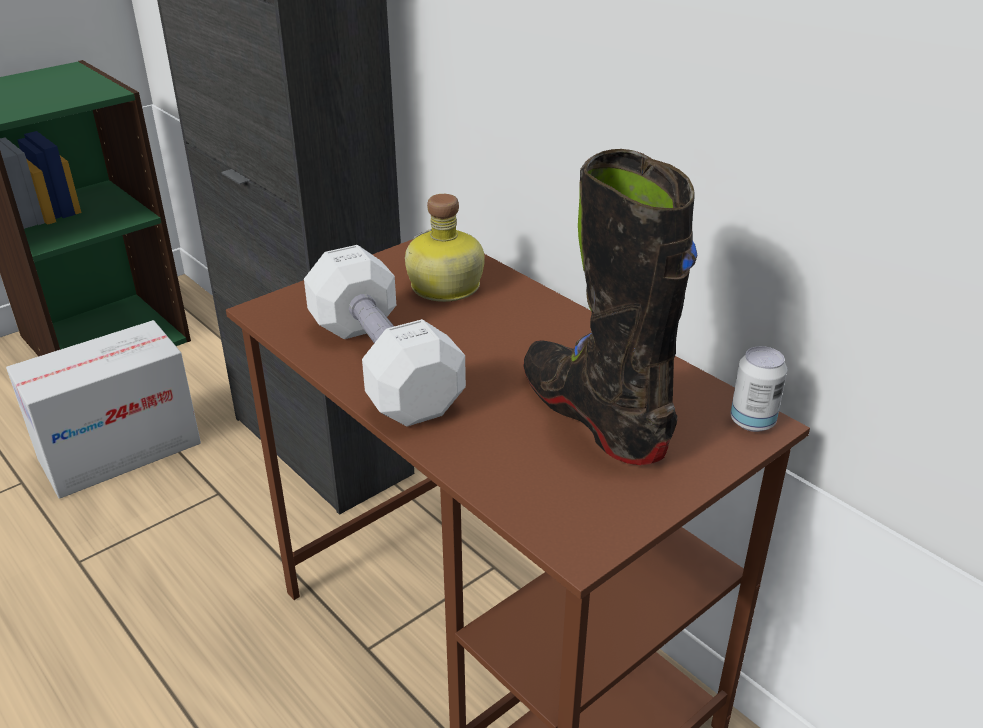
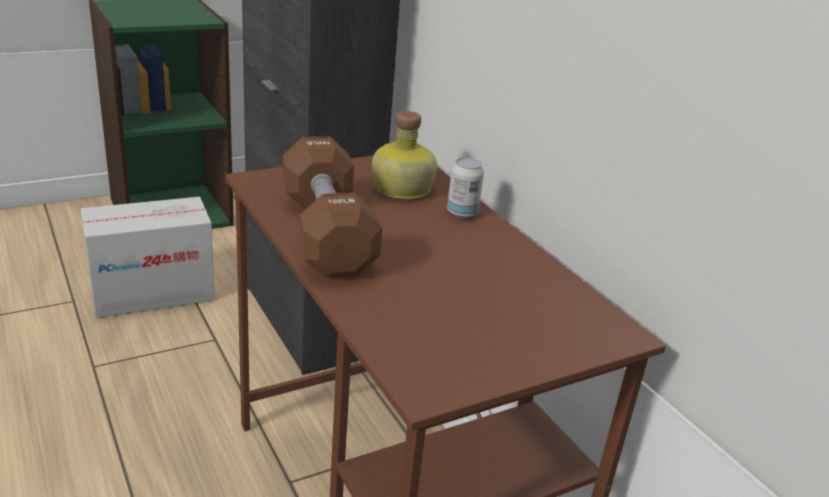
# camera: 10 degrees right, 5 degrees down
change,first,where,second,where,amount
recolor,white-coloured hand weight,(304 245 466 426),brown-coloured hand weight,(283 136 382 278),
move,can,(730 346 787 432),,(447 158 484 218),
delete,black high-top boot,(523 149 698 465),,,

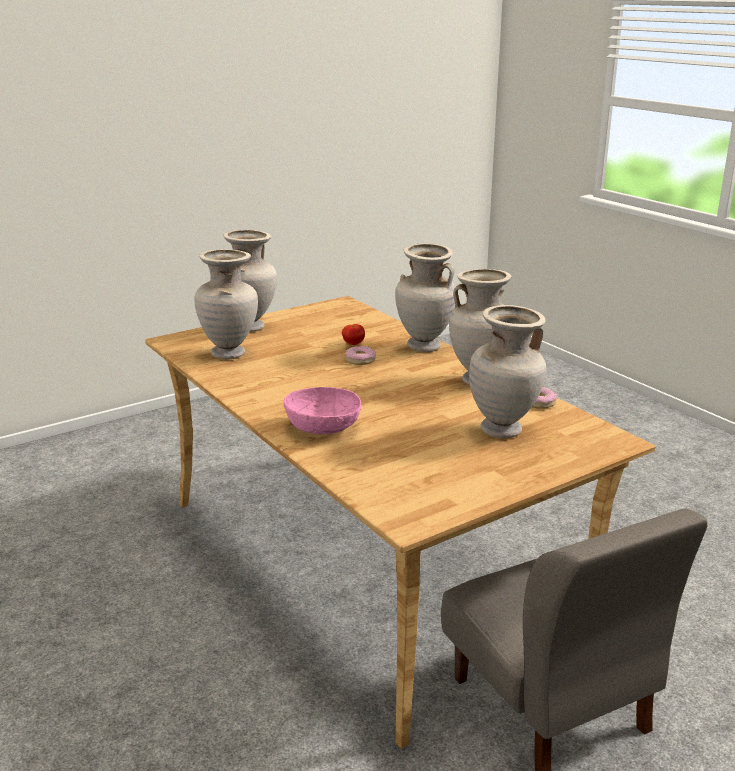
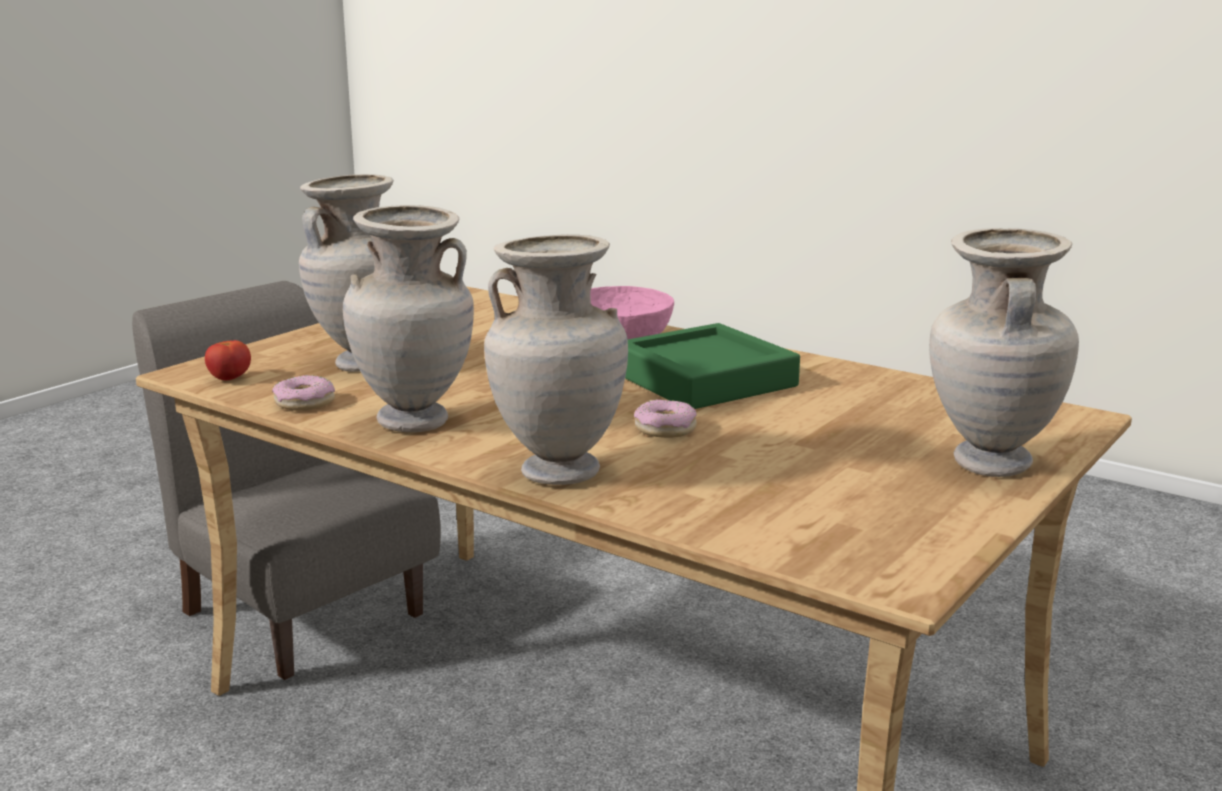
# camera: 160 degrees right, 5 degrees down
change,first,where,second,where,amount
move,fresh tomato,(342 324 365 345),,(205 340 251 380),
insert,,,green serving tray,(625 323 800 409),
delete,beige flower vase,(194 249 258 359),,,

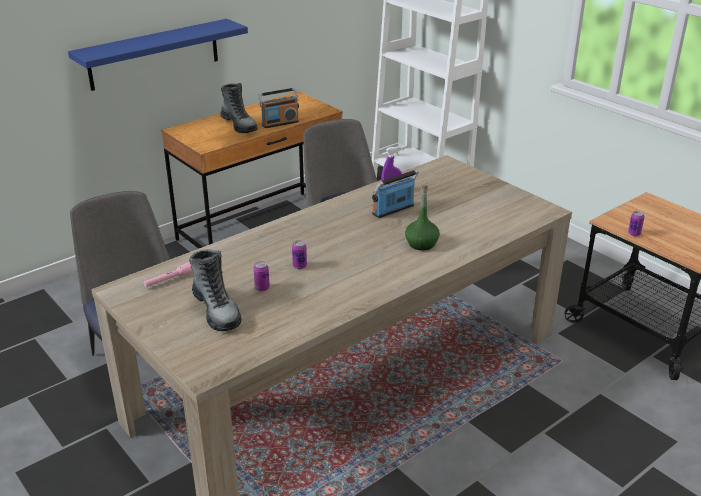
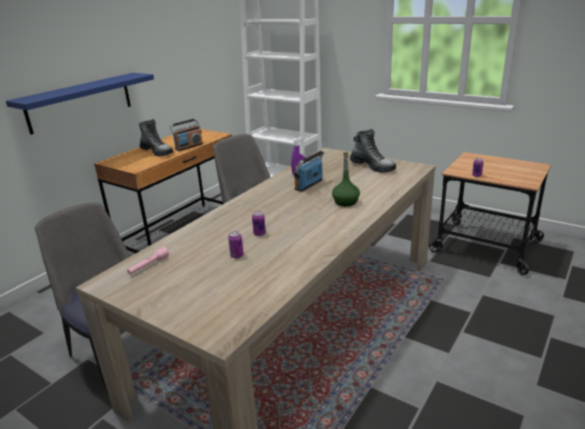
# camera: 15 degrees left, 5 degrees down
change,first,where,second,where,amount
move,high-top boot,(189 249 242 331),,(350 129 396 173),

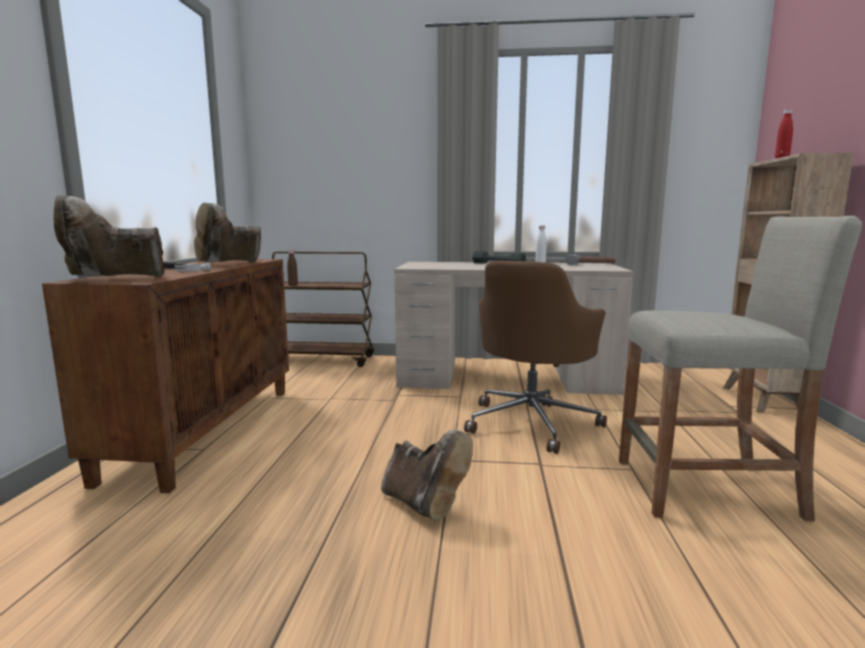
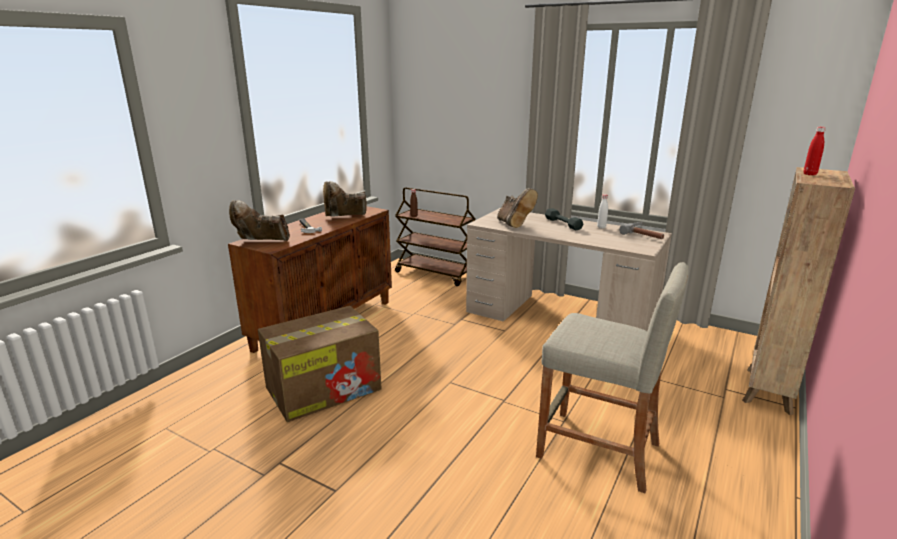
# camera: 25 degrees right, 10 degrees up
change,first,where,second,where,amount
insert,,,packing box,(258 306 382 422),
move,brown-coloured high-top boot,(381 430 473 520),,(497 188 538 228),
delete,brown-coloured office chair,(464 261 607 454),,,

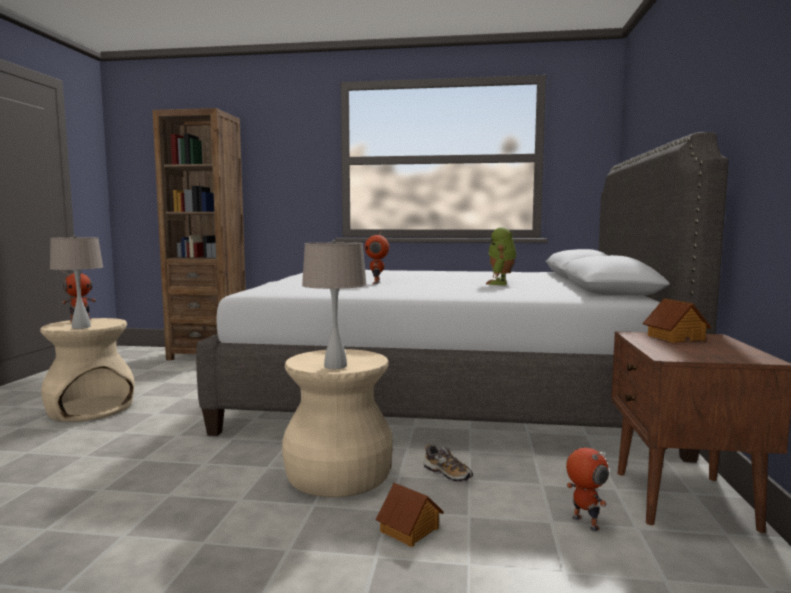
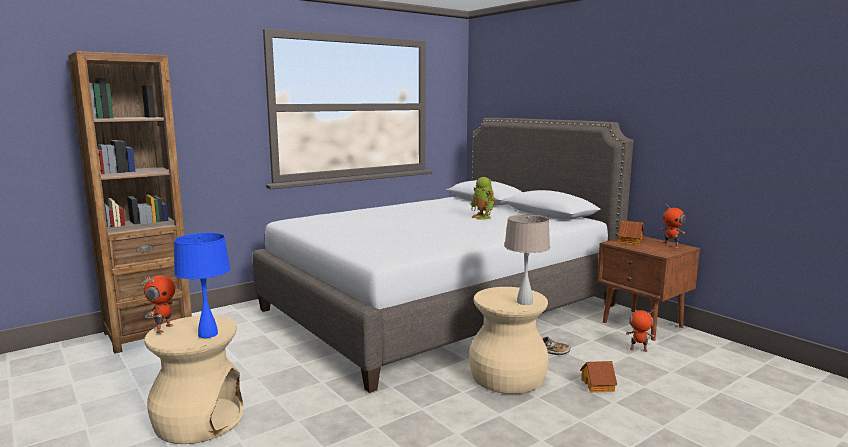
# camera: 45 degrees left, 5 degrees up
change,first,where,second,where,amount
recolor,beige lamp for a table,(50 235 103 329),blue-coloured lamp for a table,(174 233 230 338),
move,toy robot,(365 231 389 284),,(661 203 686 248),

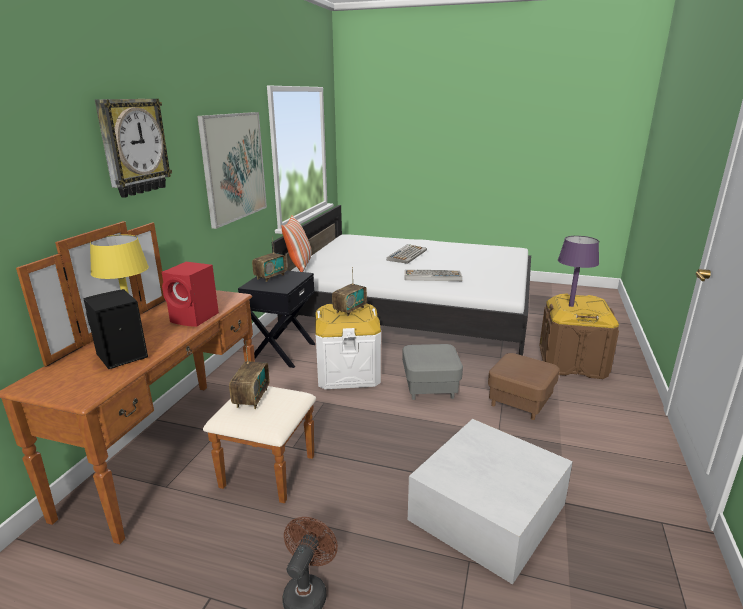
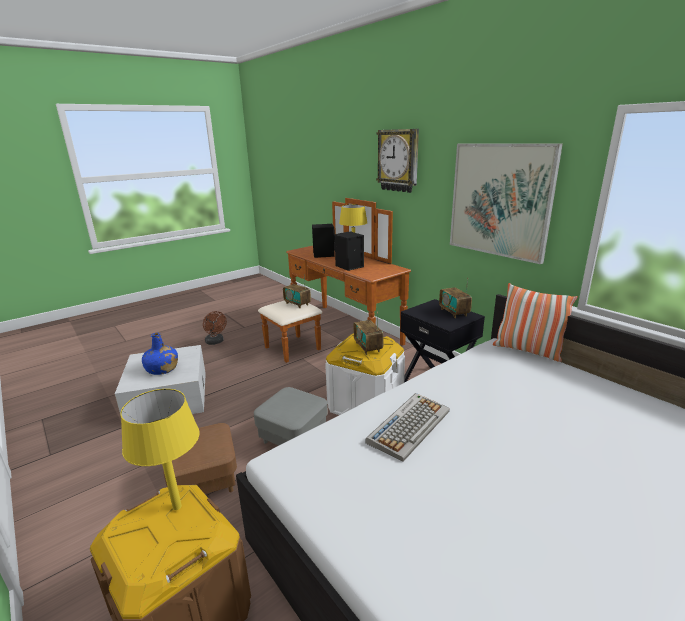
# camera: 125 degrees right, 0 degrees up
change,first,where,second,where,amount
recolor,purple lamp for a table,(558 236 599 307),yellowish lamp for a table,(121 389 199 510),
insert,,,blue-coloured beverage bottle,(142 333 178 375),
recolor,red-coloured audio speaker,(162 262 219 327),black audio speaker,(334 232 364 271),
delete,keyboard,(387 244 427 264),,,

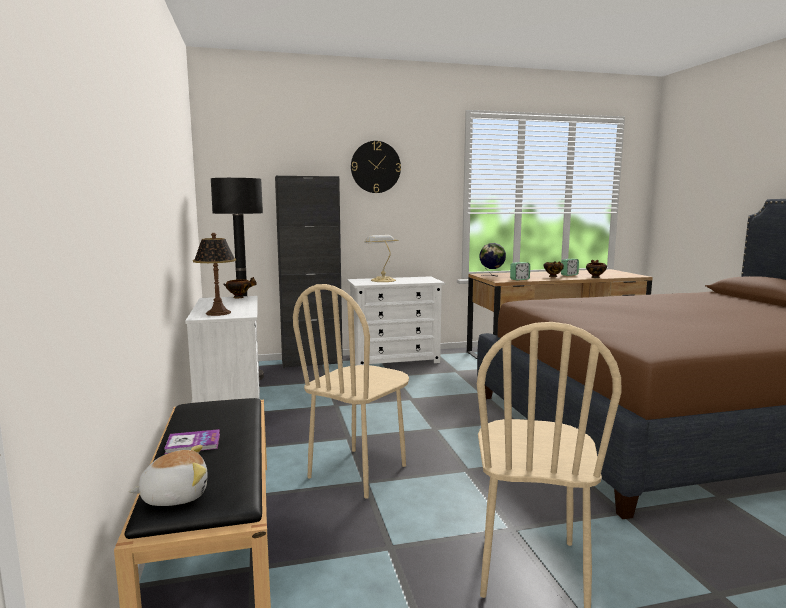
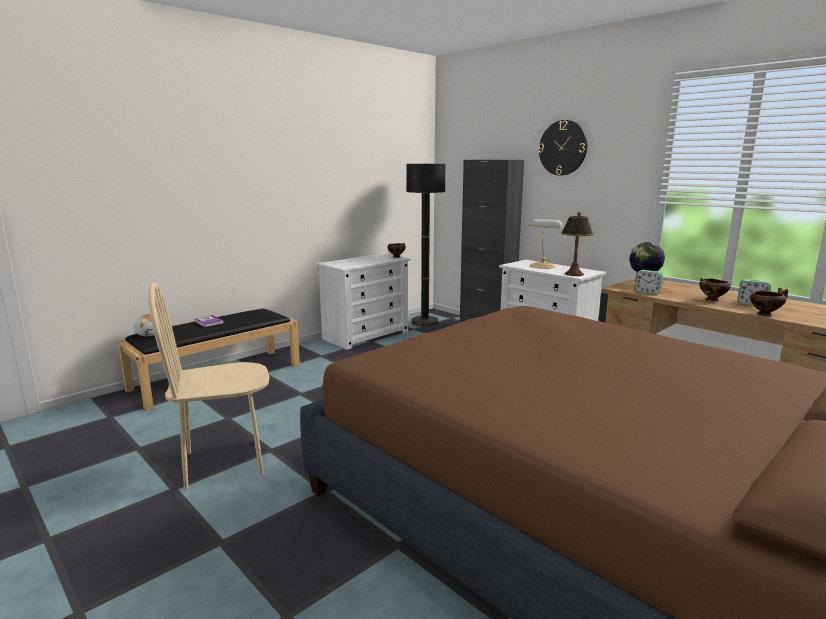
# camera: 60 degrees right, 5 degrees up
change,first,where,second,where,amount
move,lamp for a table,(193 233 236 316),,(561 212 594 276),
delete,beige chair,(293 284 409 499),,,

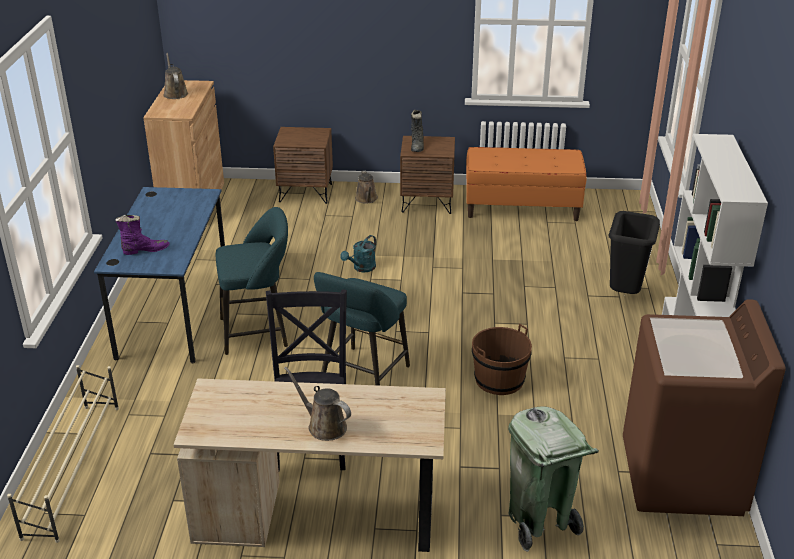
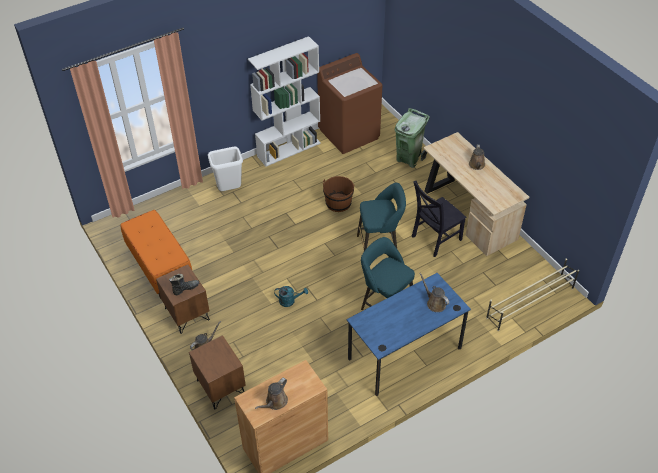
# camera: 125 degrees left, 15 degrees up
change,first,where,second,where,amount
recolor,black trash can,(608 211 660 294),white-coloured trash can,(208 146 243 191),
replace,purple high-top boot,(115 215 169 255),brown-coloured watering can,(419 273 449 312),

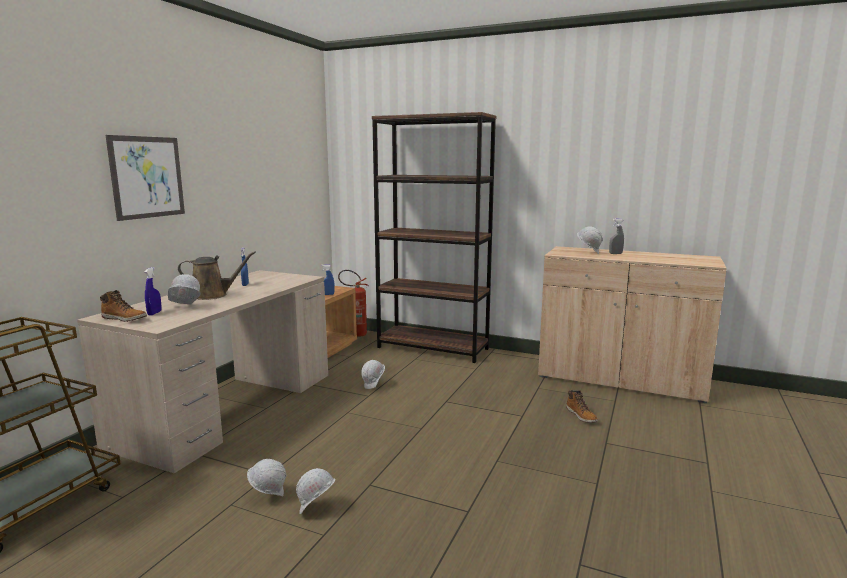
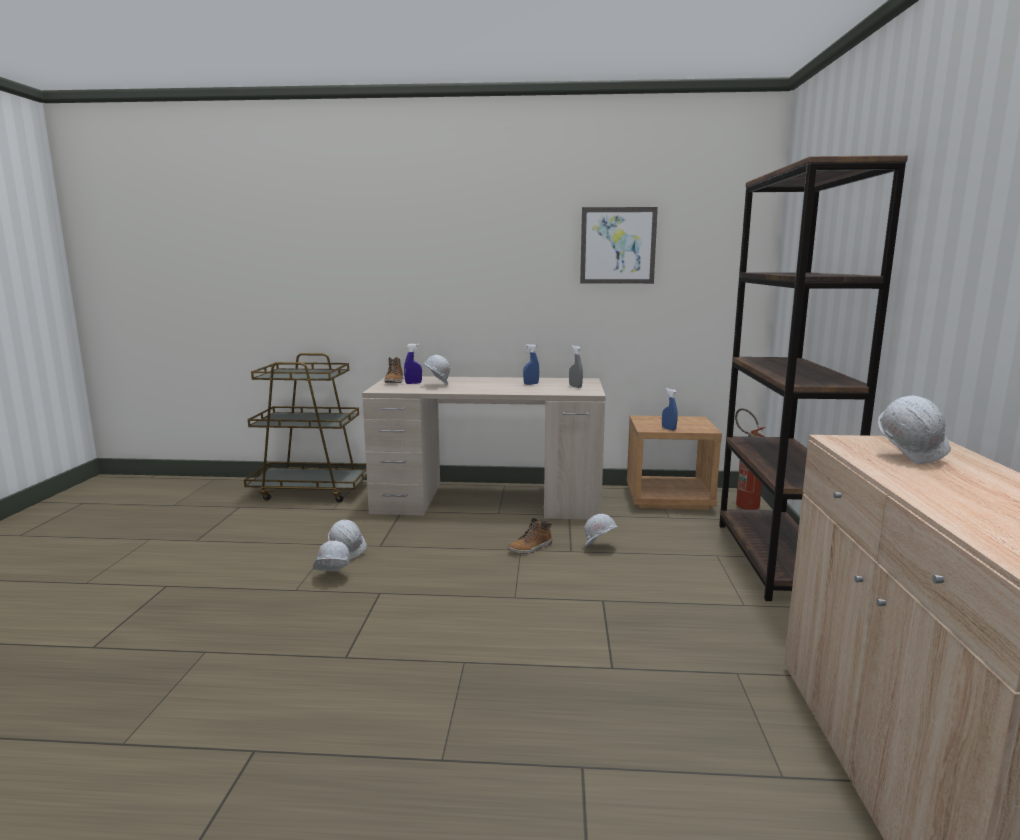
# camera: 70 degrees right, 0 degrees up
change,first,where,second,where,amount
move,high-top boot,(566 390 598 423),,(508 518 552 554),
move,gray hand sprayer,(609 219 624 254),,(569 345 583 388),
move,wall picture,(106 135 185 221),,(580 207 658 284),
delete,brown-coloured watering can,(178 251 256 300),,,

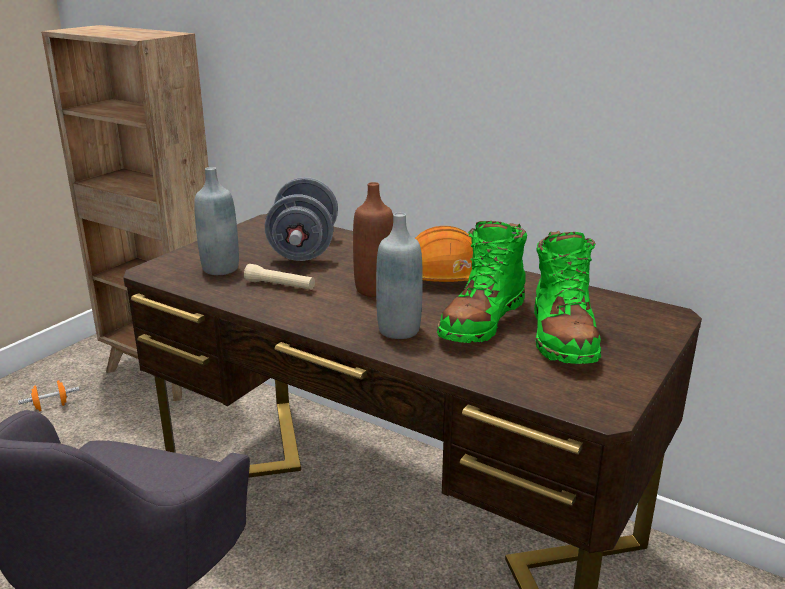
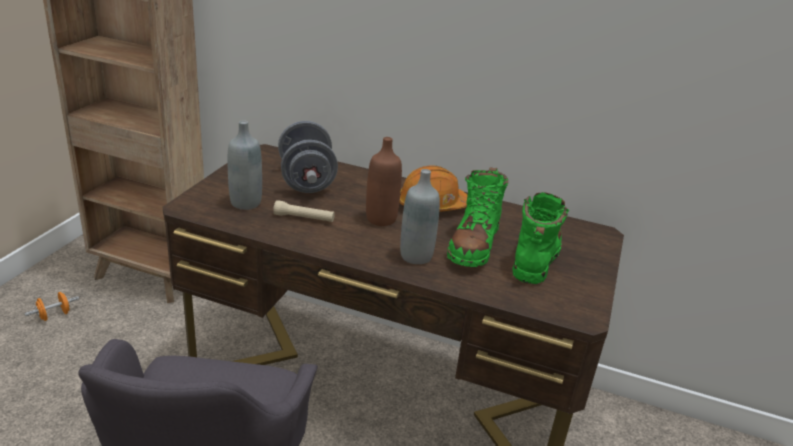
# camera: 15 degrees left, 5 degrees up
change,first,where,second,where,amount
rotate,green high-top boot,(534 231 601 364),,(512 192 569 284),150 degrees counterclockwise

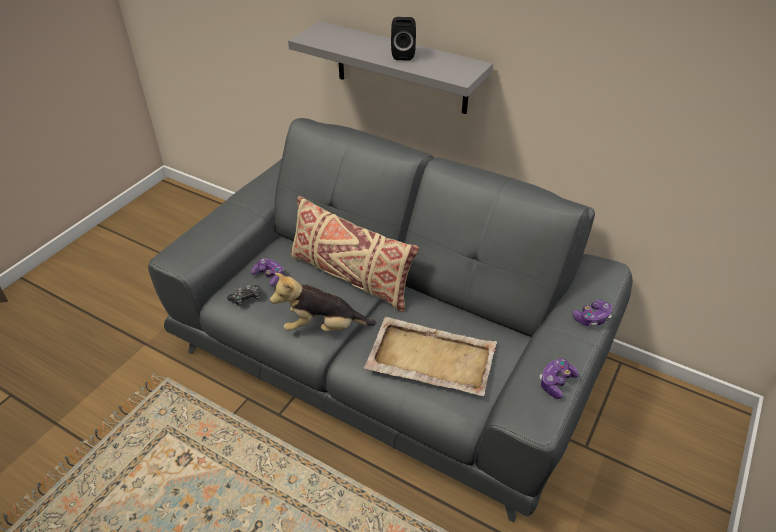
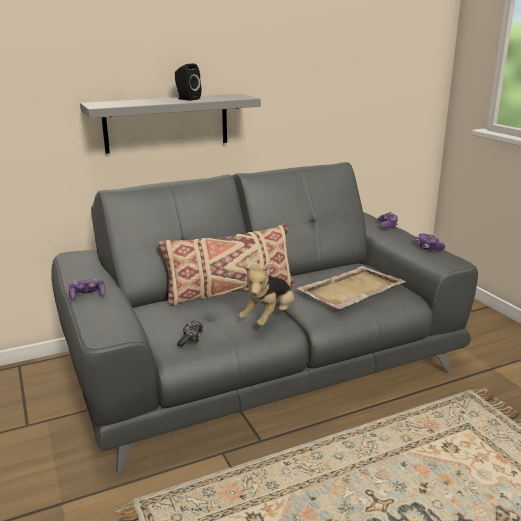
# camera: 55 degrees left, 20 degrees down
change,first,where,second,where,amount
move,game controller,(251 258 284 287),,(69 279 106 300),

